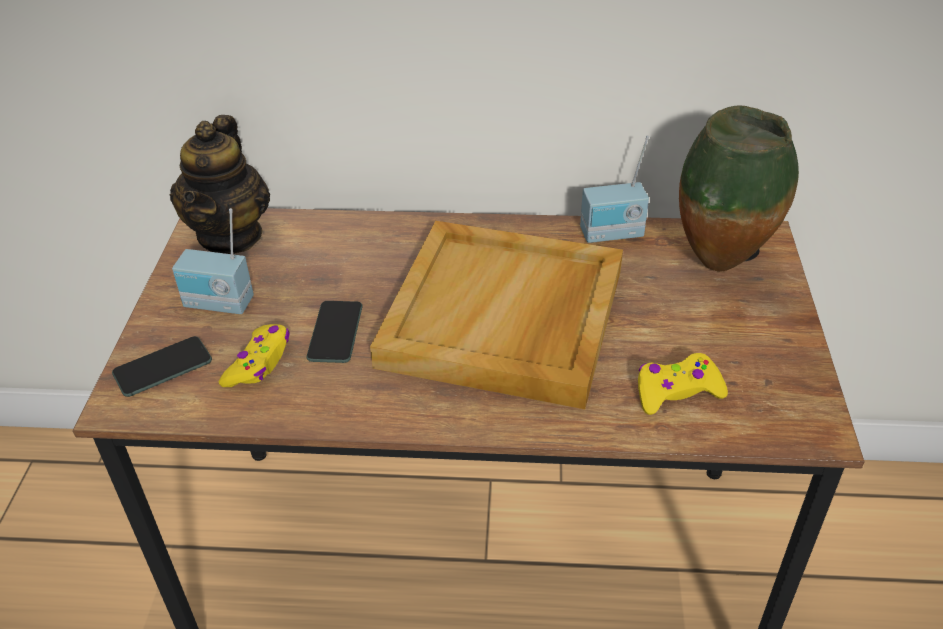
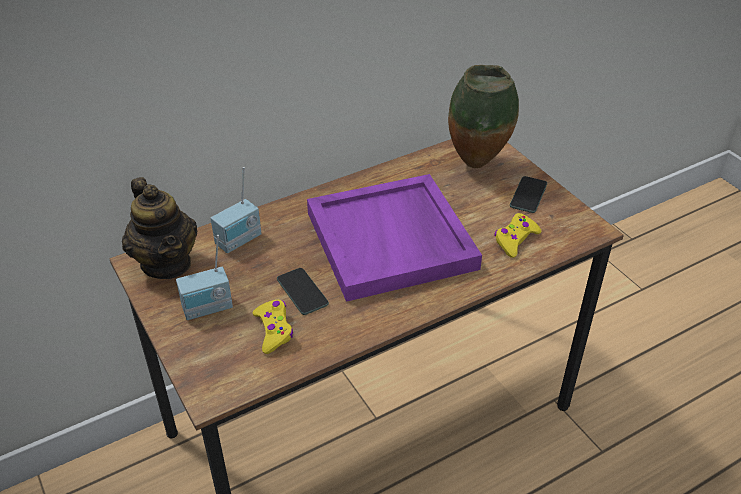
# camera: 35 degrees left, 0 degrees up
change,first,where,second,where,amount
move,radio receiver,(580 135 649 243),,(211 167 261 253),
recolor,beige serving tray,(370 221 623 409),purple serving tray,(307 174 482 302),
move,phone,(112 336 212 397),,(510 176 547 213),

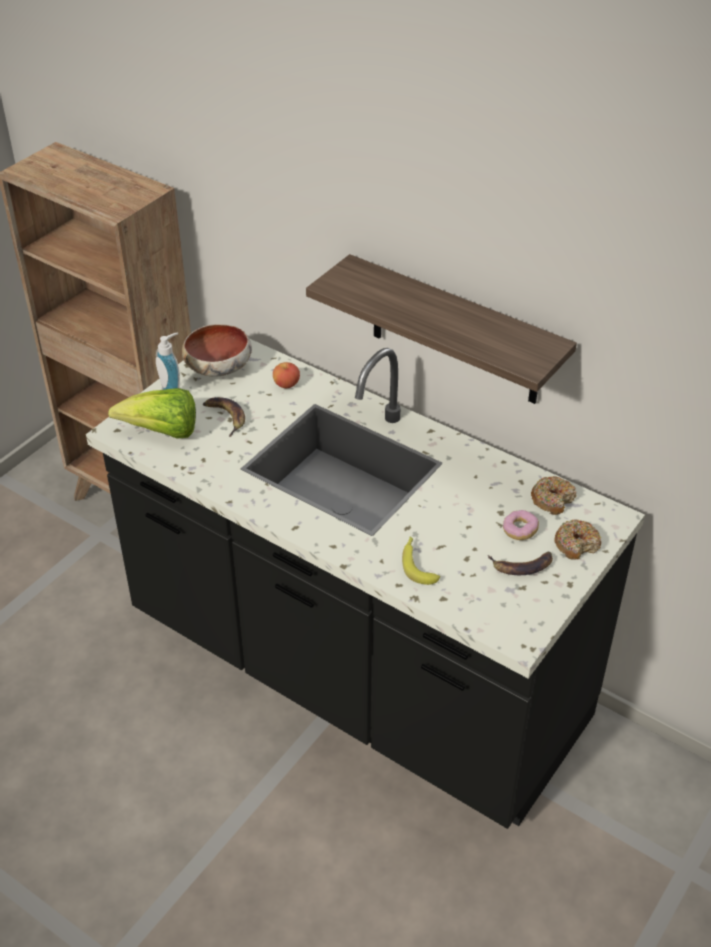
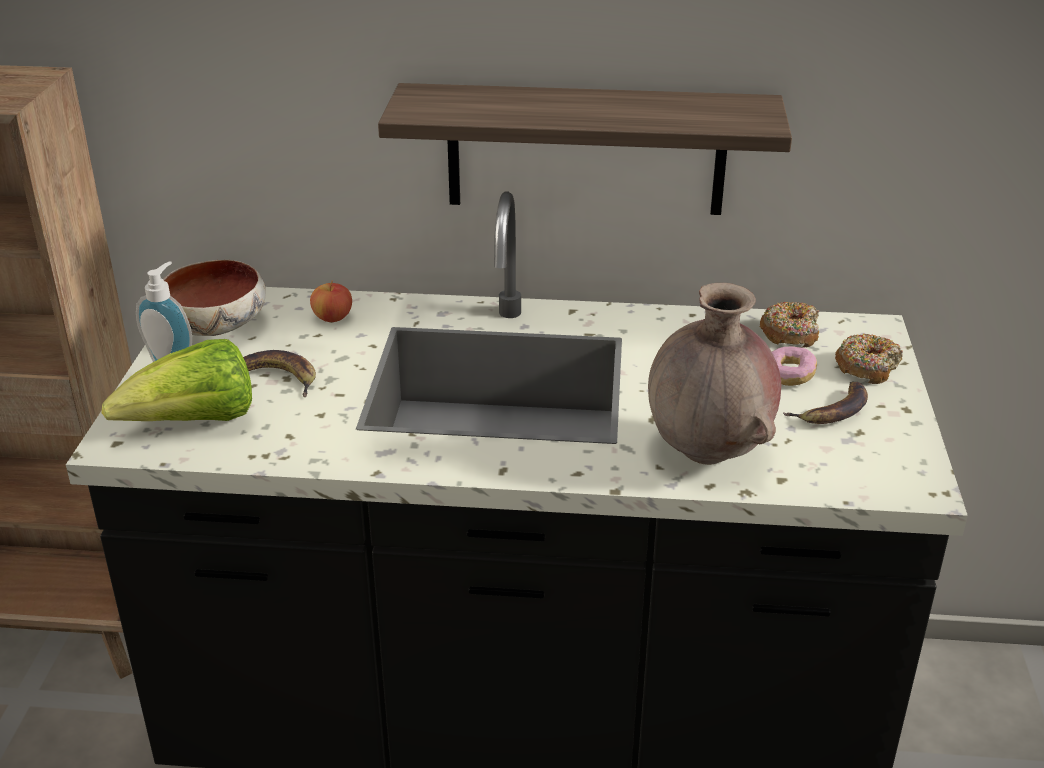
# camera: 30 degrees left, 10 degrees down
change,first,where,second,where,amount
replace,whole banana,(402 536 440 585),brown-coloured flower vase,(648 283 781 465),

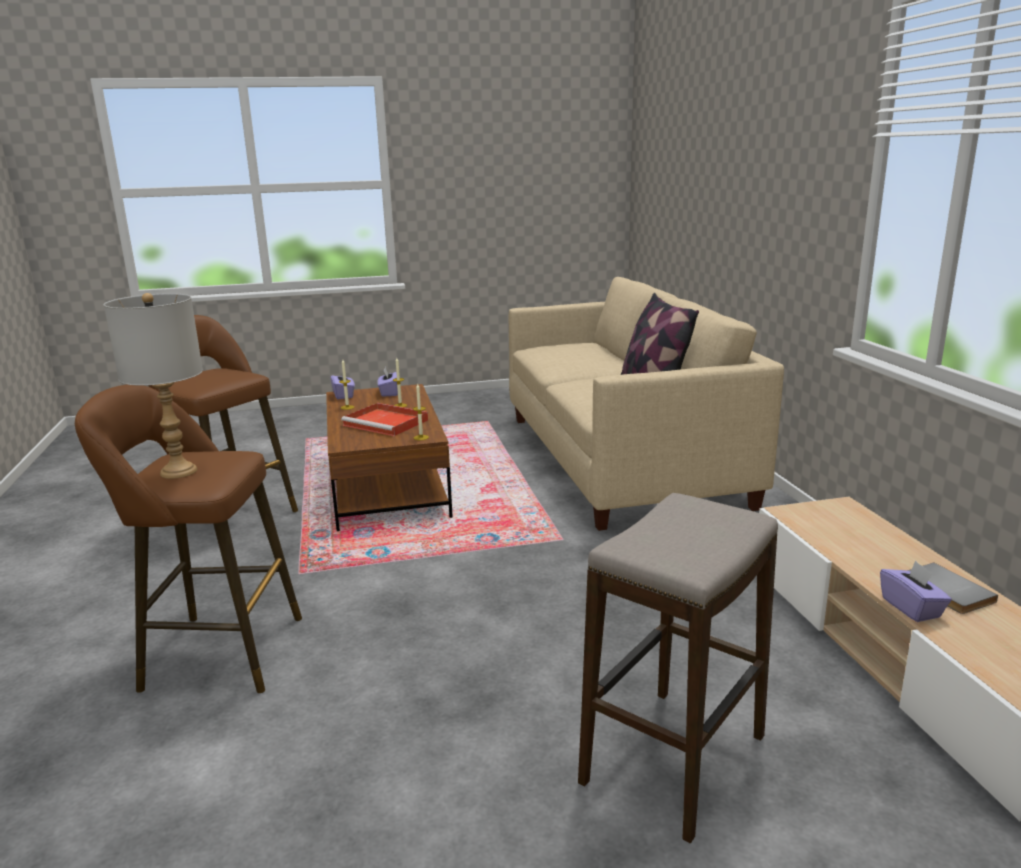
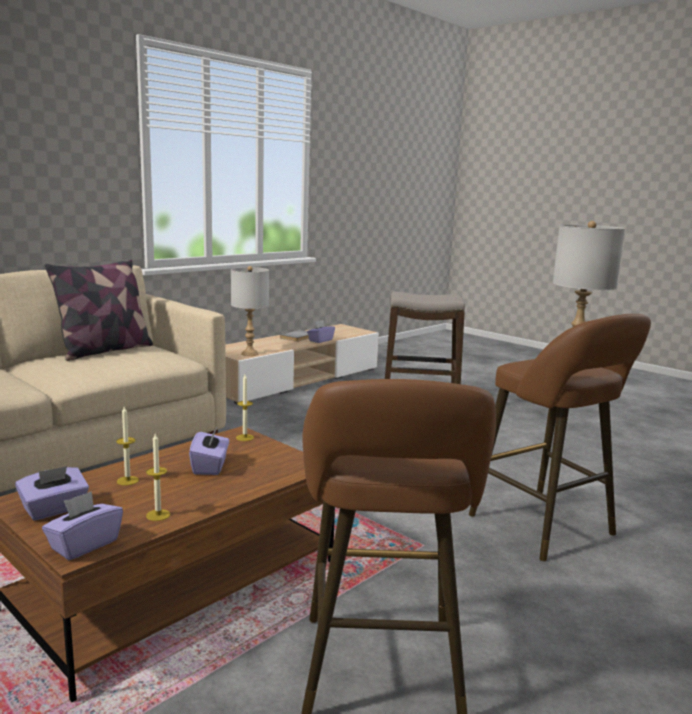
# camera: 125 degrees left, 5 degrees down
change,first,where,second,where,amount
replace,red-coloured serving tray,(341 403 428 436),purple tissue box,(189 426 229 475),
insert,,,gray lamp for a table,(231 266 269 356),

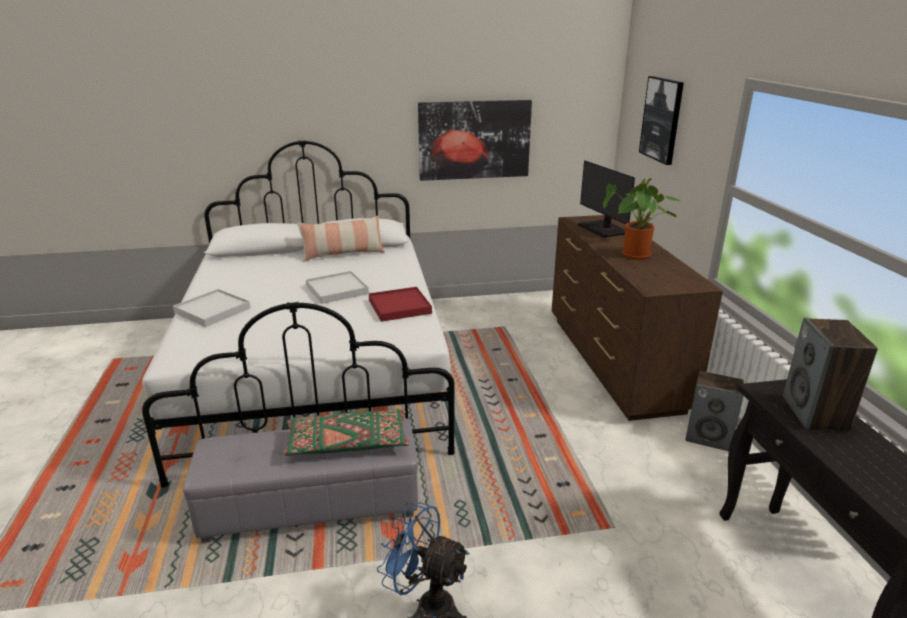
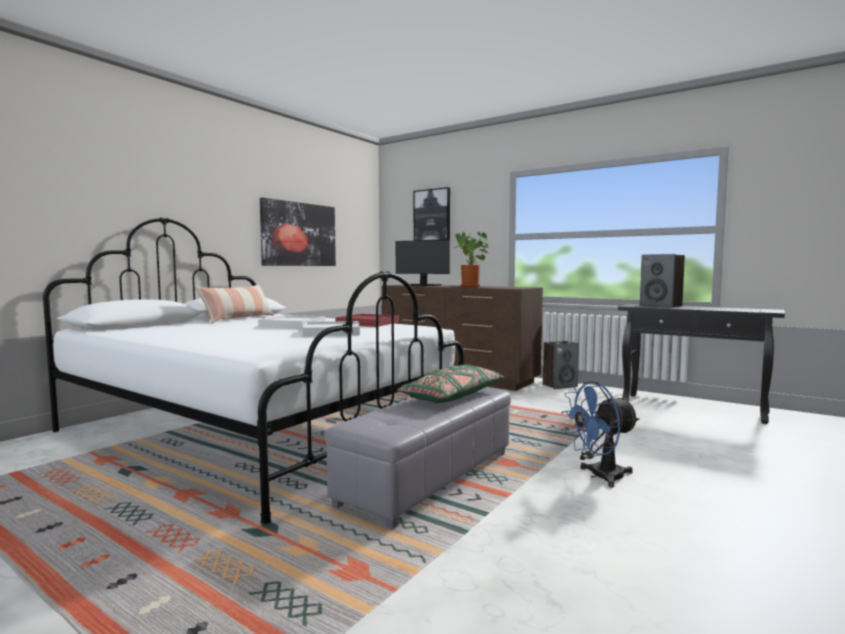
# camera: 45 degrees left, 20 degrees down
change,first,where,second,where,amount
move,white-coloured serving tray,(173 289 250 327),,(303 321 360 337),

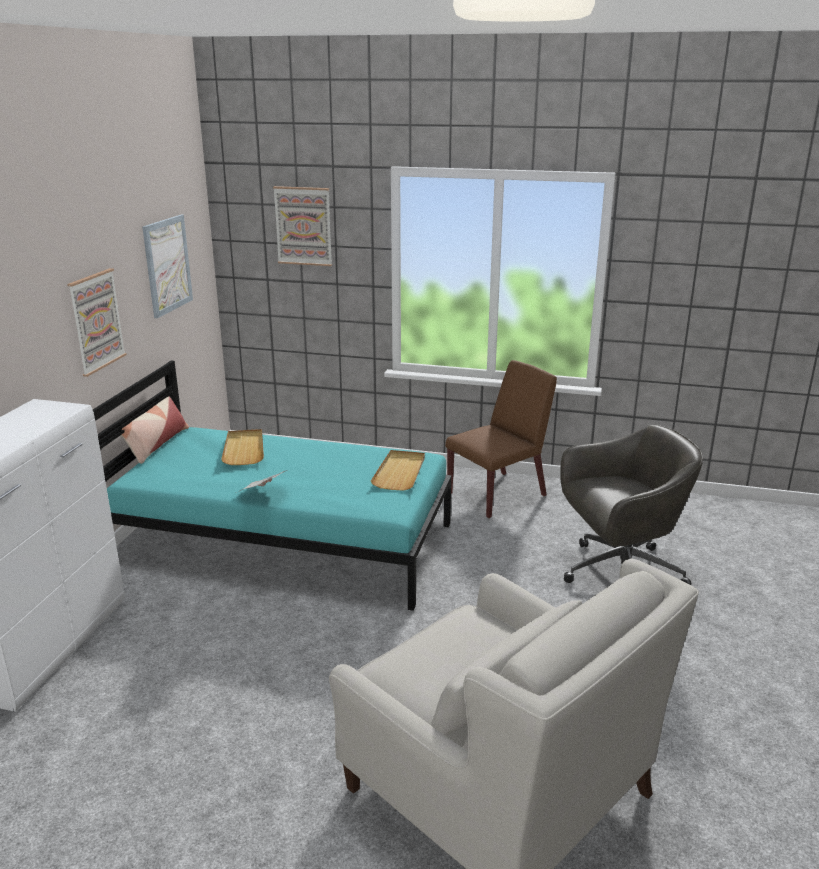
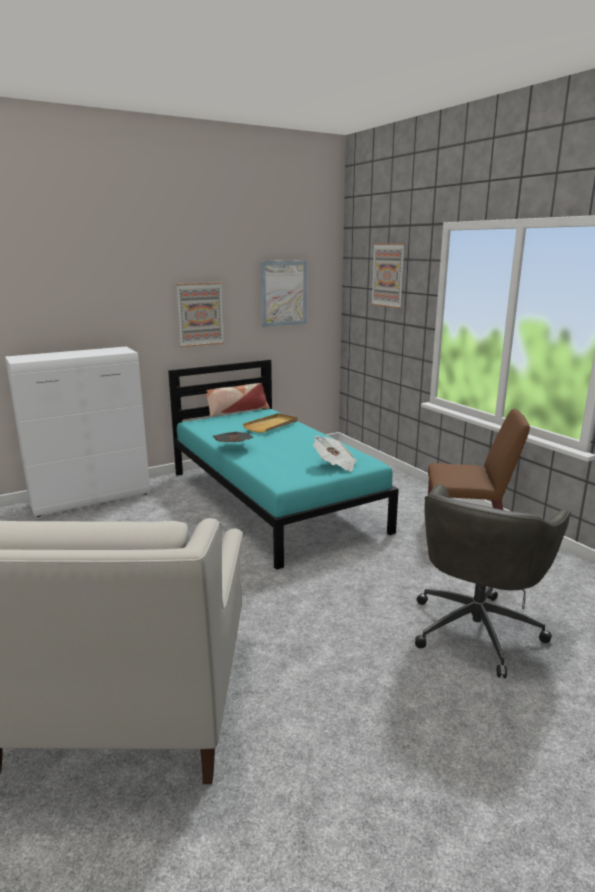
# camera: 45 degrees right, 5 degrees down
change,first,where,second,where,amount
replace,beige serving tray,(371 450 425 491),daily paper,(313 436 357 471),
rotate,gray office chair,(560 425 703 585),,(415 484 571 678),90 degrees clockwise

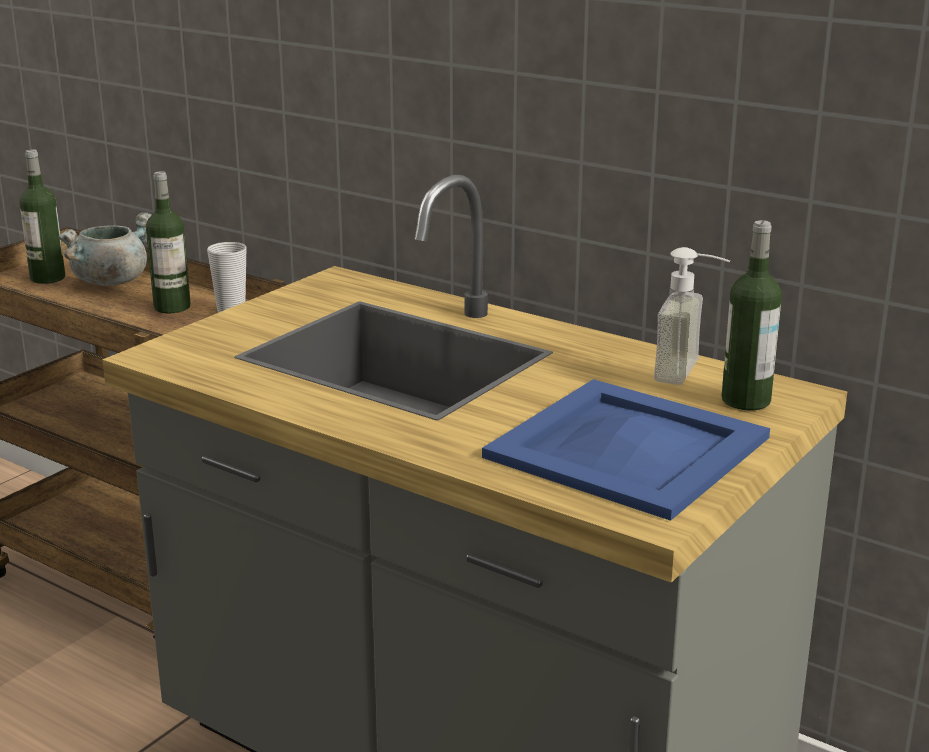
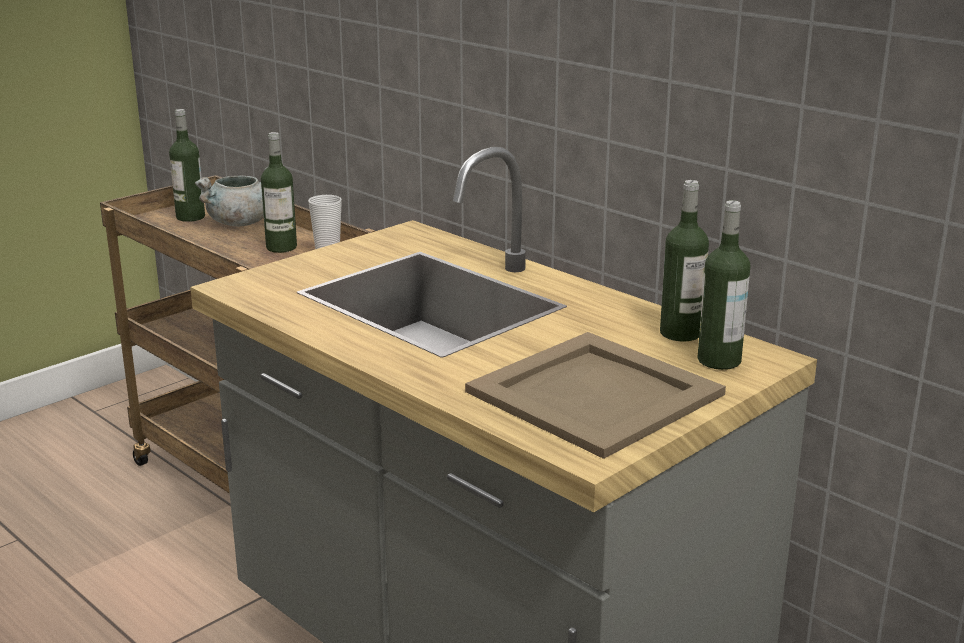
# camera: 10 degrees right, 0 degrees up
change,first,where,second,where,amount
recolor,blue-coloured serving tray,(482 379 770 521),beige serving tray,(465 332 726 459),
replace,liquid soap bottle,(654 247 730 385),beverage bottle,(660 180 709 342),

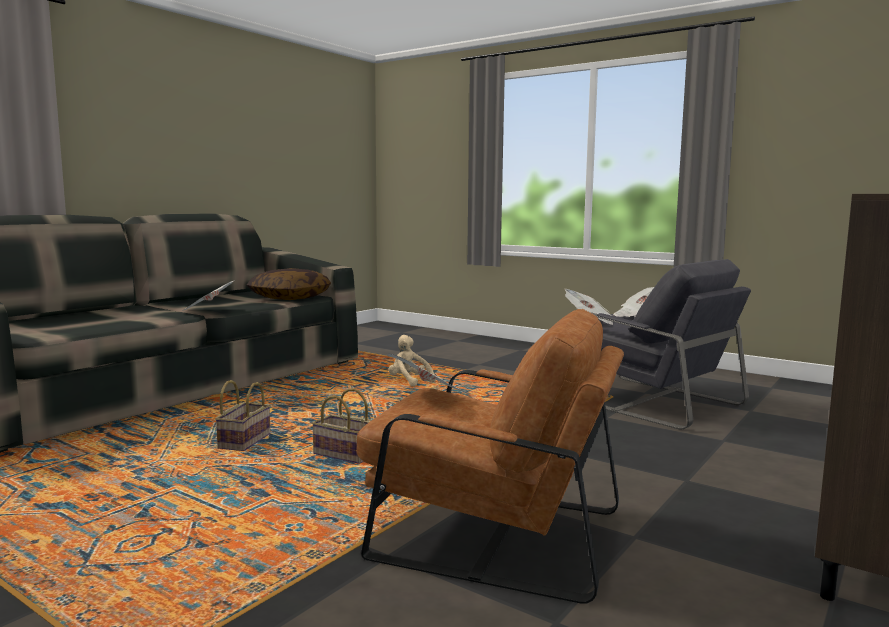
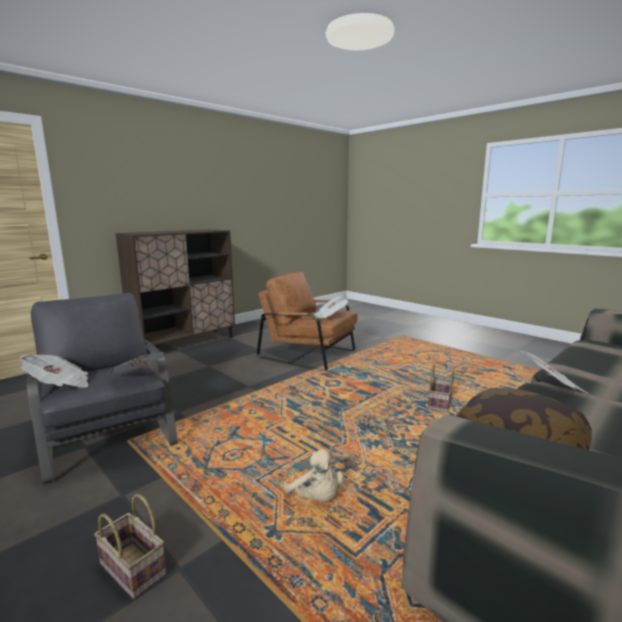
# camera: 170 degrees left, 5 degrees up
change,first,where,second,where,amount
move,household basket,(312 388 370 464),,(94 494 166 600),

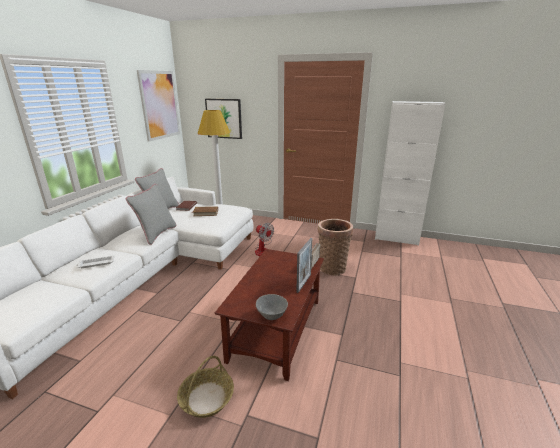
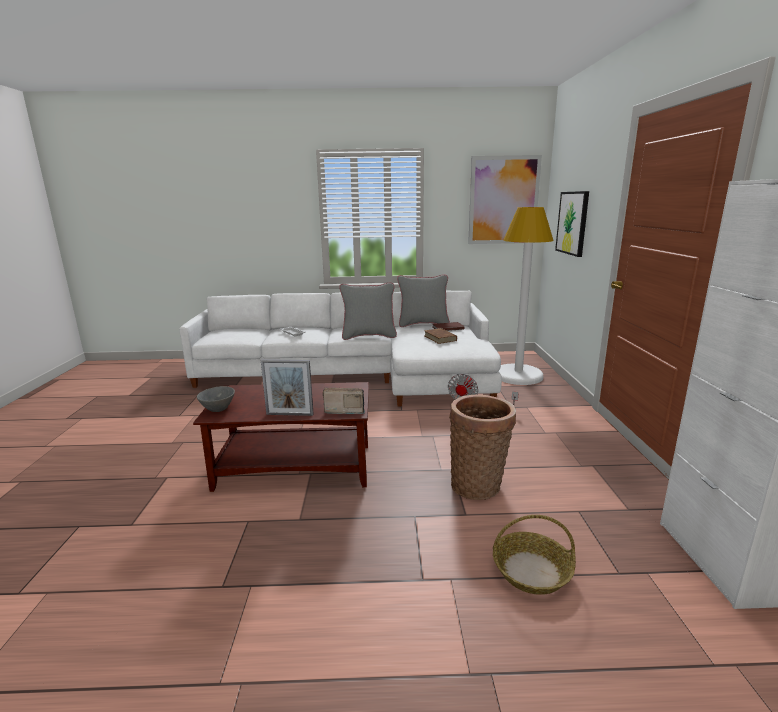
# camera: 70 degrees right, 5 degrees down
change,first,where,second,where,amount
move,household basket,(177 356 234 418),,(493 515 576 595),

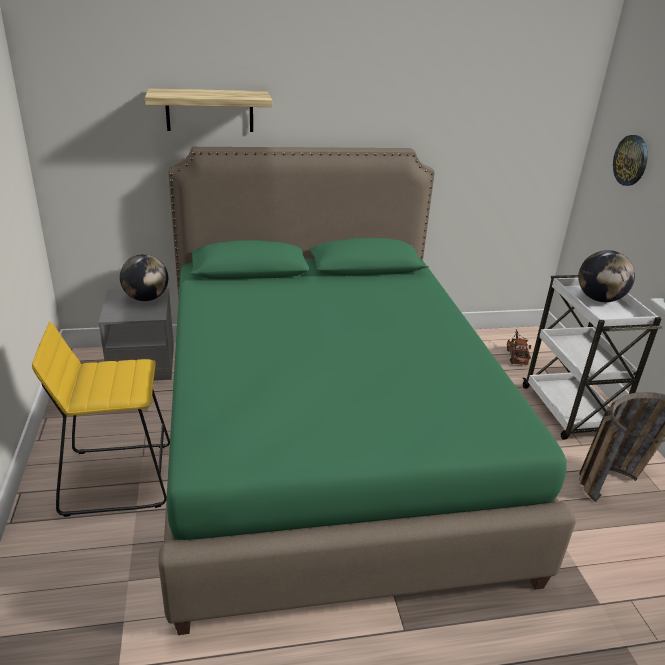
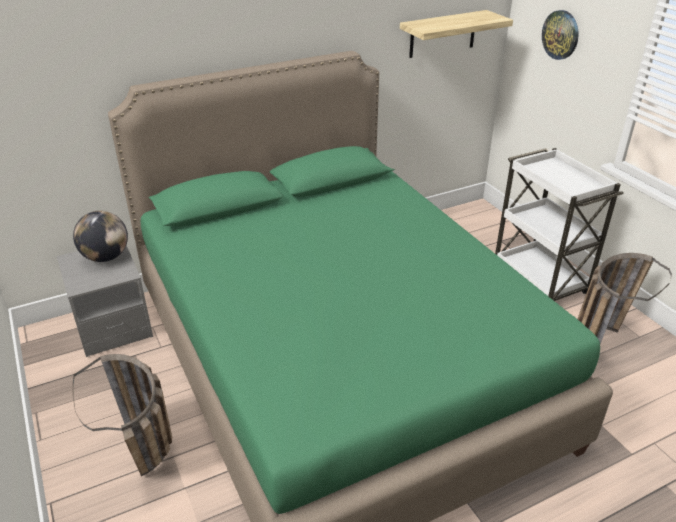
# camera: 15 degrees left, 5 degrees up
change,first,where,second,where,amount
replace,yellowish stool seat,(32 322 170 517),household basket,(73 354 172 476),
move,bracket shelf,(145 88 272 132),,(400 10 513 58),
delete,model truck,(507 329 531 365),,,
delete,world globe,(578 250 635 302),,,

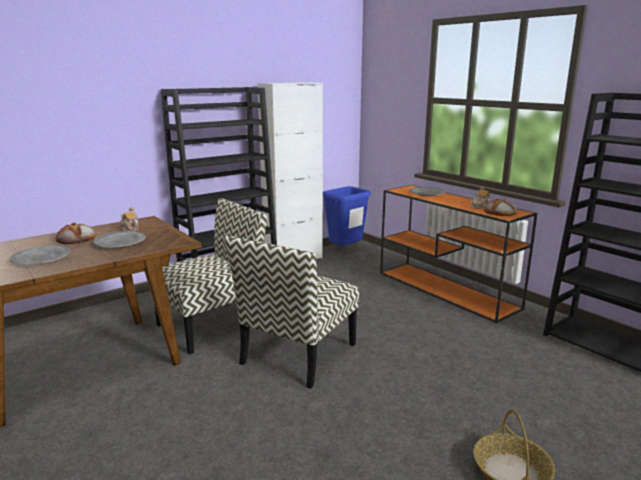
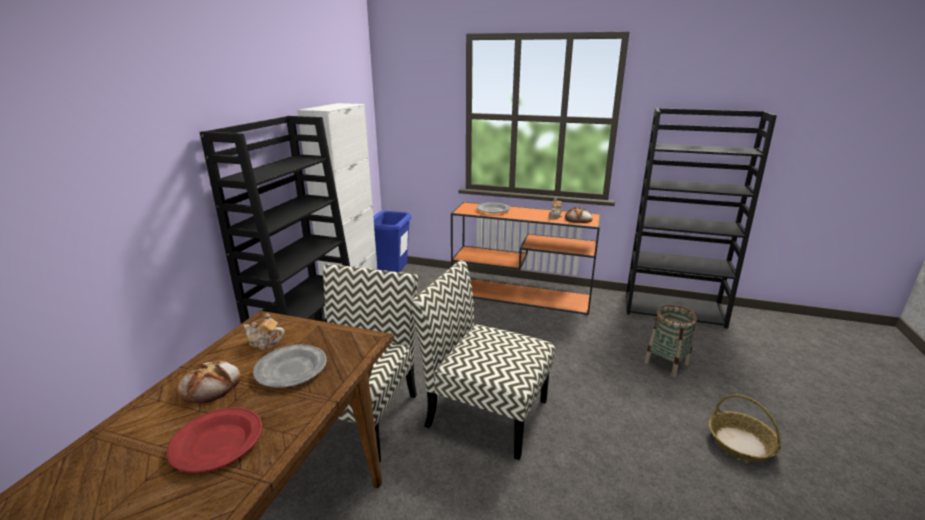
# camera: 35 degrees left, 5 degrees up
change,first,where,second,where,amount
recolor,gray plate,(10 245 70 265),red-coloured plate,(167 407 262 473),
rotate,chair,(224 236 359 389),,(411 260 555 460),120 degrees clockwise
insert,,,household basket,(644 305 697 377),

